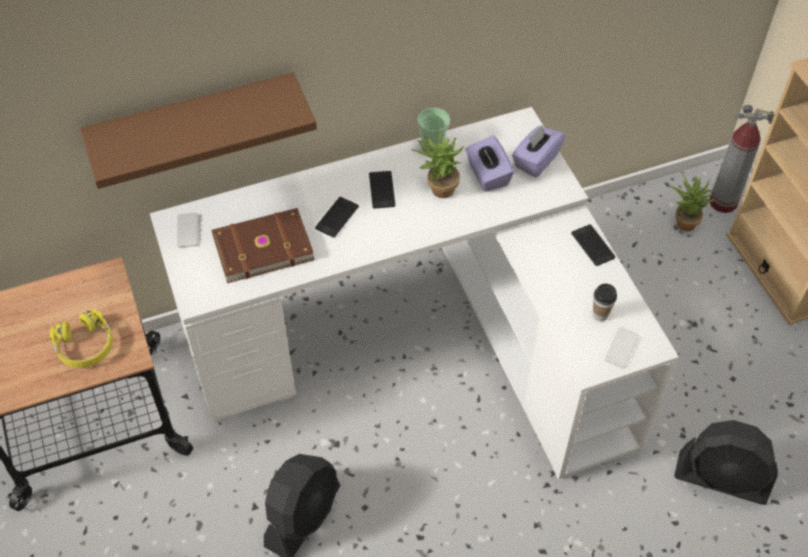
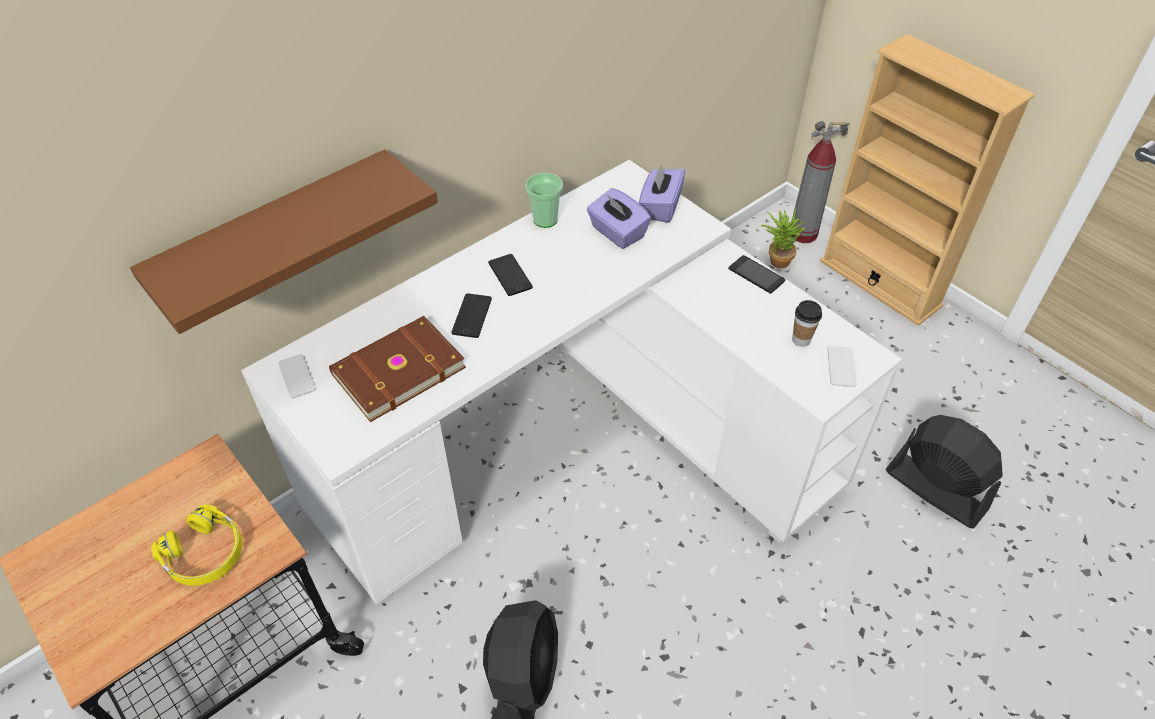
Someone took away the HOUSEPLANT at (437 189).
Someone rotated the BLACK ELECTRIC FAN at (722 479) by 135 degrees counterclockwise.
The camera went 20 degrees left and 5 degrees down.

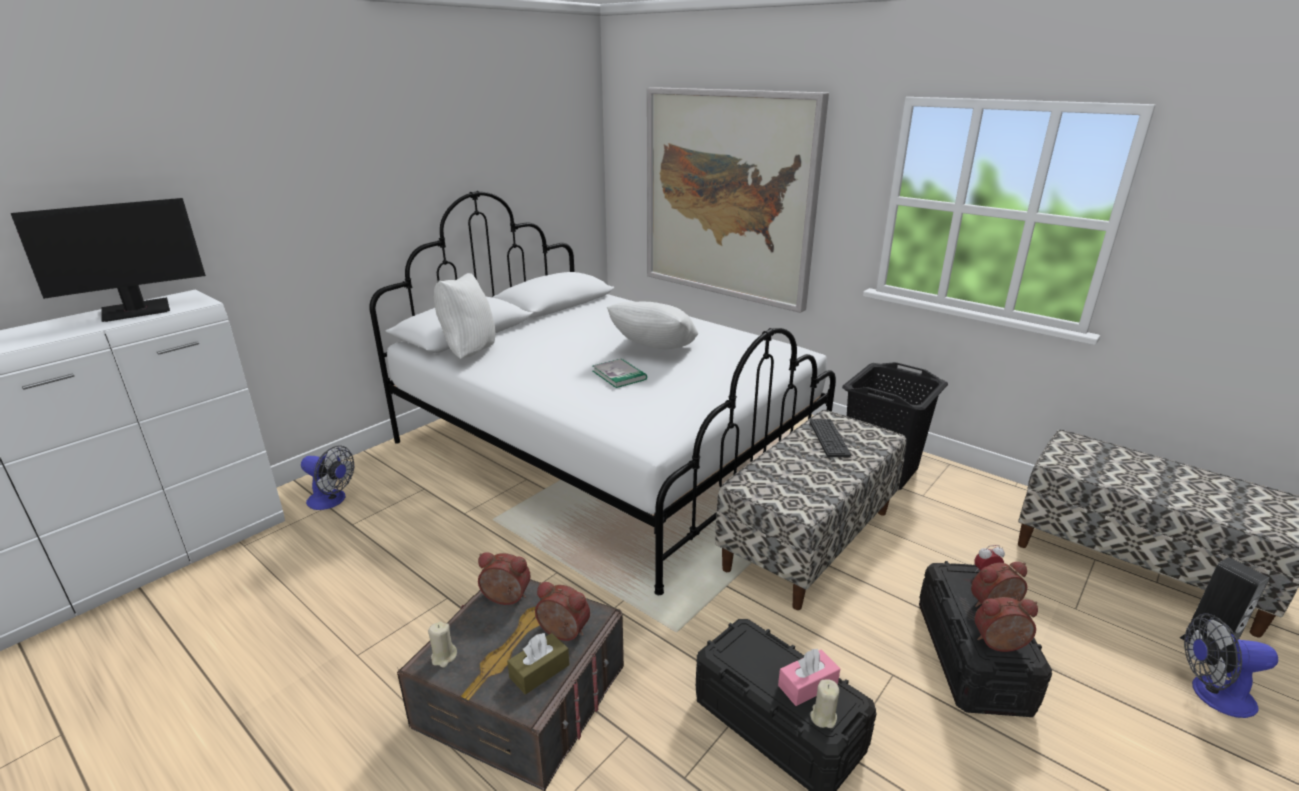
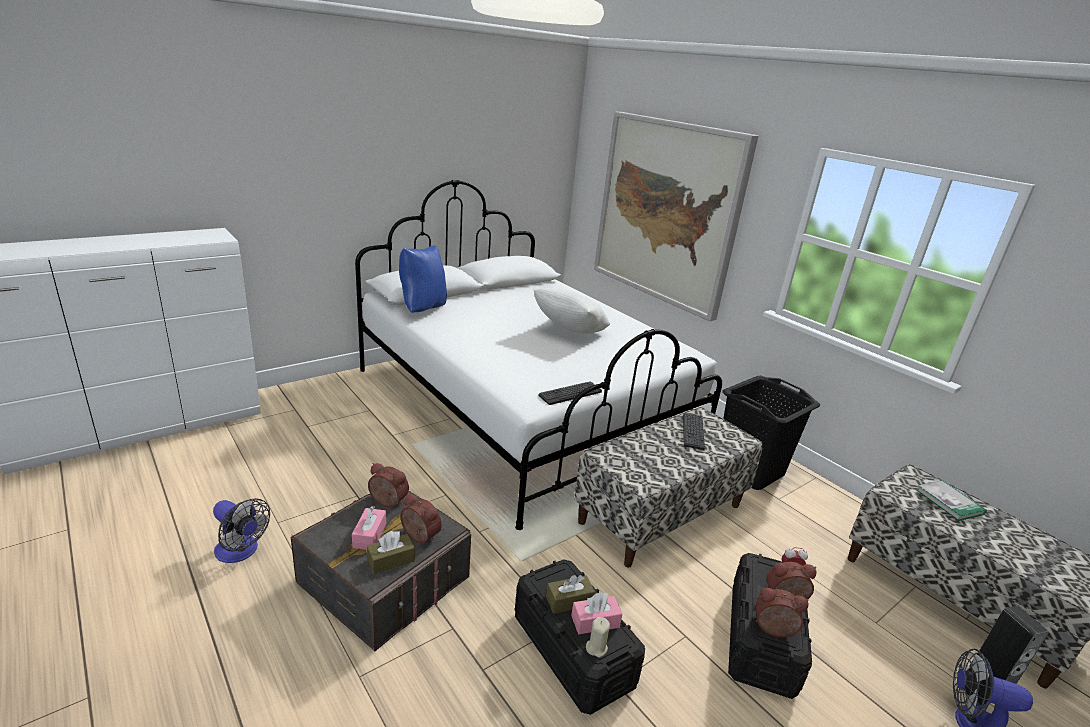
Someone took away the COMPUTER DISPLAY at (136 311).
Someone carried the ELECTRIC FAN from (332 501) to (241 552).
Someone took away the BEIGE WAX LIGHT at (444 657).
Someone repainted the WHITE-COLOURED PILLOW at (469 353), which became the BLUISH PILLOW at (422 309).
Someone carried the VOLUME from (619 375) to (949 502).
Someone put down the PINKISH TISSUE BOX at (369 535).
Someone put down the PC KEYBOARD at (570 394).
Someone put down the BROWNISH TISSUE BOX at (569 601).
The camera went 10 degrees right and 0 degrees up.

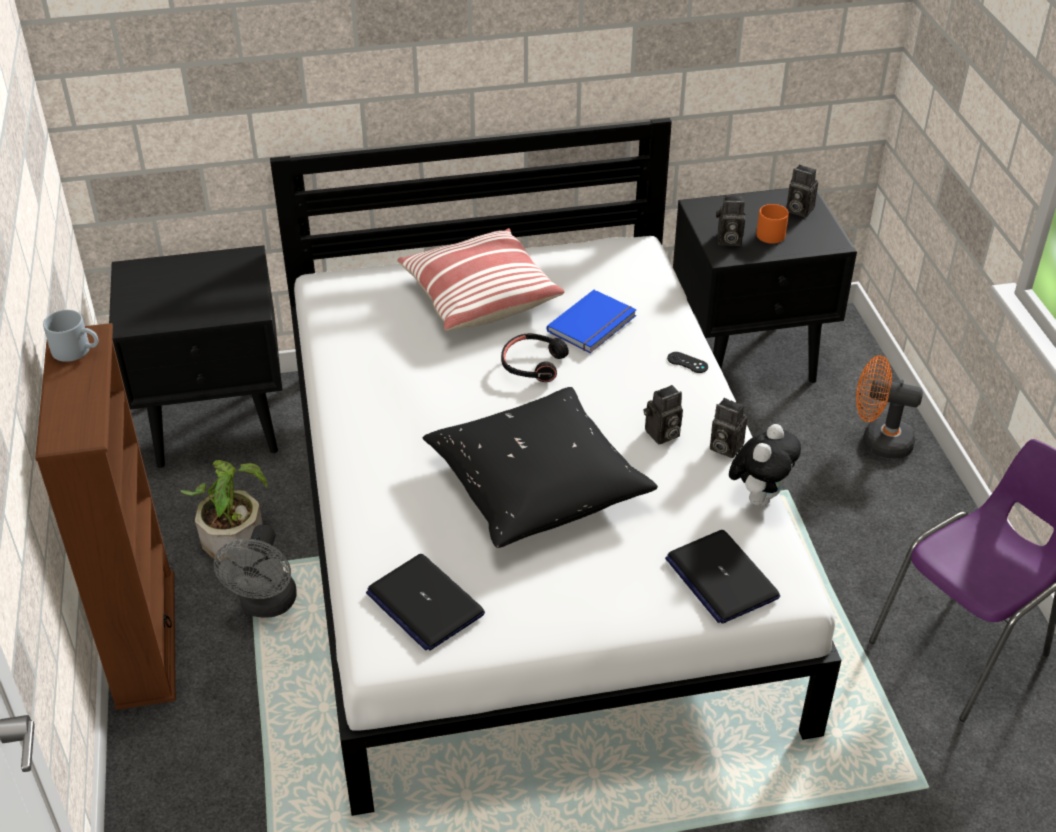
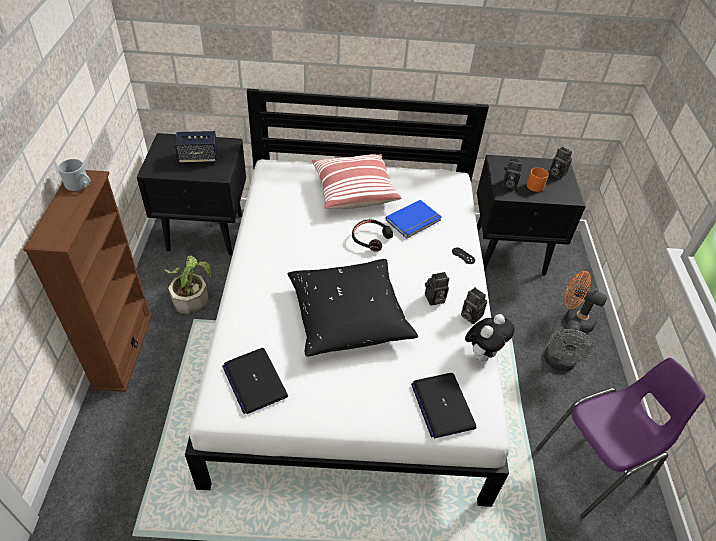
Someone carried the GREY ELECTRIC FAN from (266 605) to (559 363).
Someone put down the AUDIO SPEAKER at (198 158).
The camera went 10 degrees right and 5 degrees up.

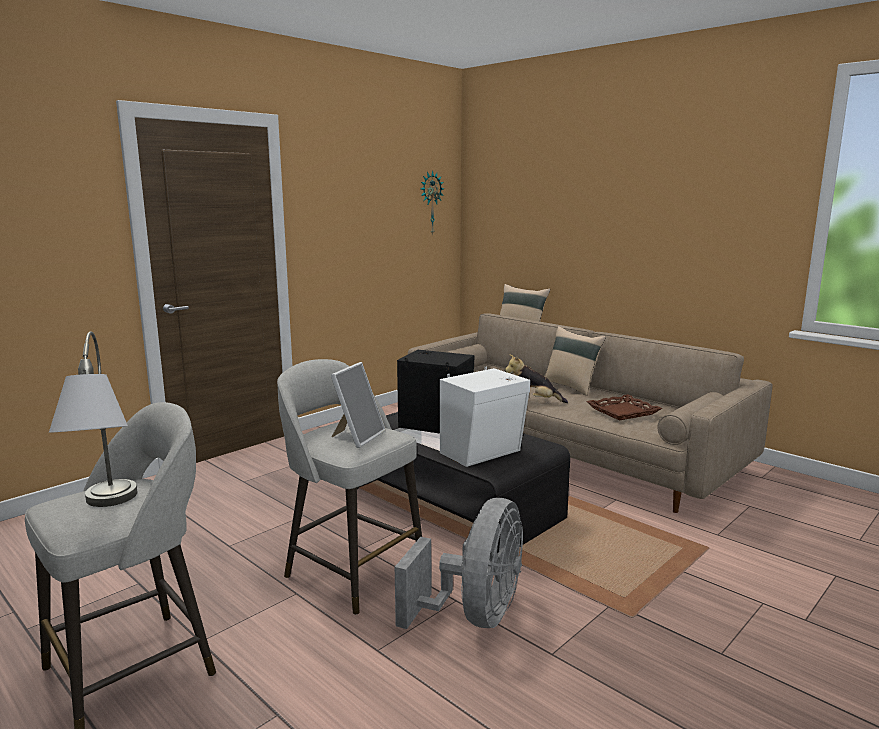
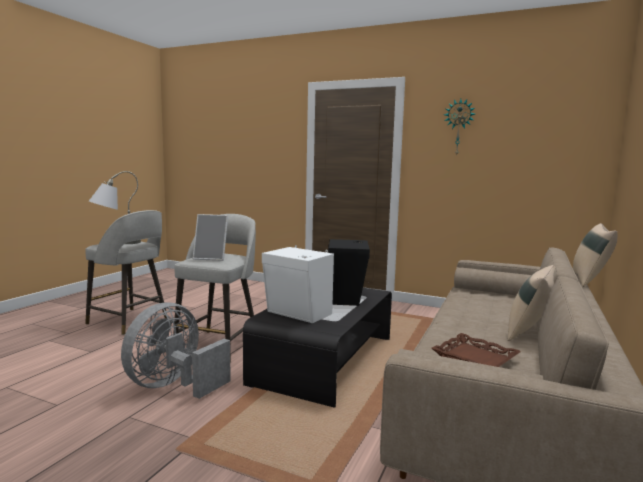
Someone rotated the GREY ELECTRIC FAN at (475 615) by 120 degrees clockwise.
Someone carried the WALL CLOCK from (430 203) to (459 127).
Someone took away the SOFT TOY at (533 401).
The camera went 70 degrees right and 5 degrees down.

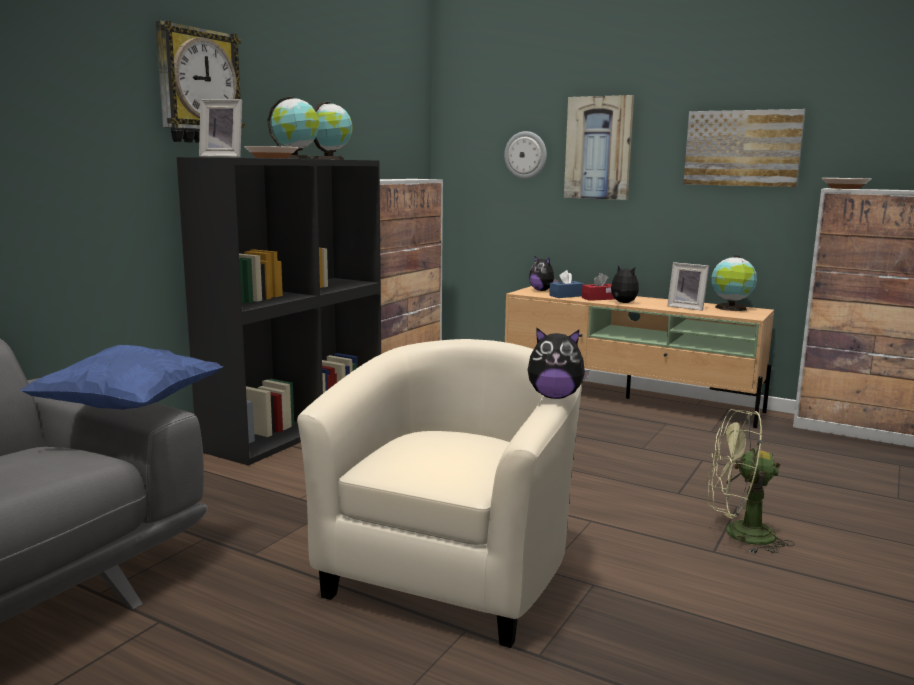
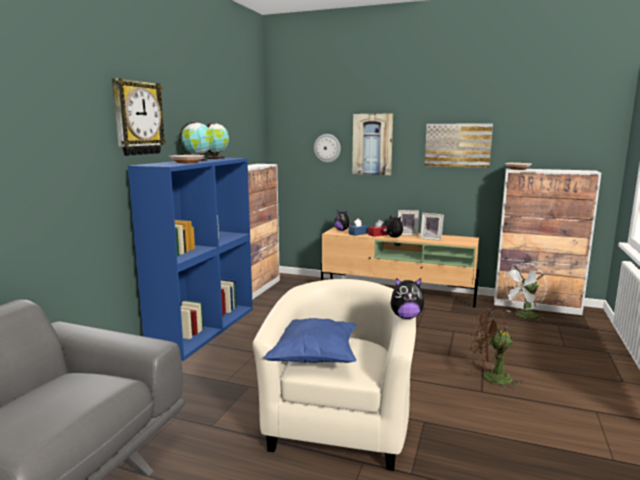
Someone carried the BLUISH PILLOW from (130 408) to (313 358).
Someone repainted the BLACK BOOKSHELF at (297 426), which became the BLUISH BOOKSHELF at (204 328).
Someone carried the PICTURE FRAME from (224 157) to (407 234).
Someone repainted the GREENISH ELECTRIC FAN at (738 534), which became the BROWNISH ELECTRIC FAN at (491 378).
Someone took away the DESK GLOBE at (731 308).
Someone put down the WHITE-COLOURED ELECTRIC FAN at (523 316).
The camera went 10 degrees left and 0 degrees up.

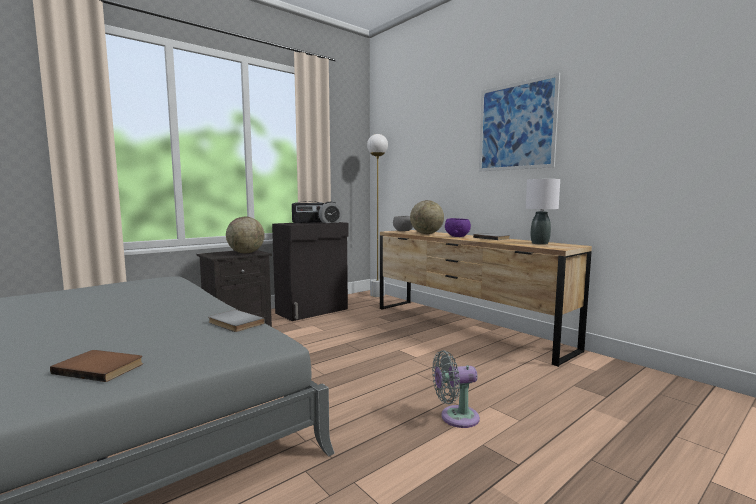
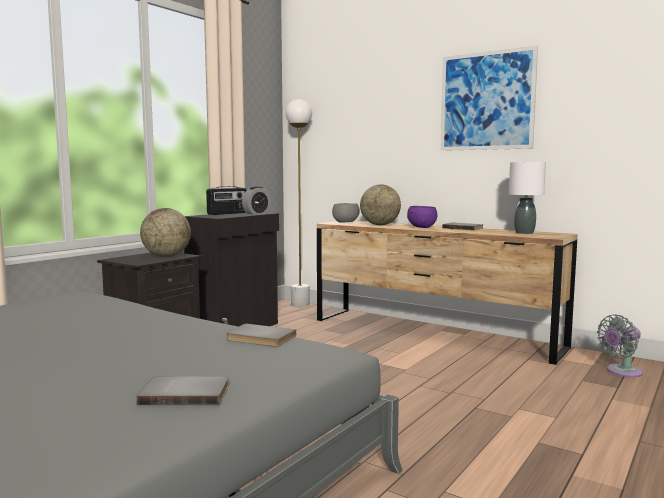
Someone repainted the BROWNISH VOLUME at (101 367), which became the GREY VOLUME at (186 393).
Someone carried the GREY ELECTRIC FAN from (455 417) to (621 372).
The camera went 15 degrees left and 0 degrees up.

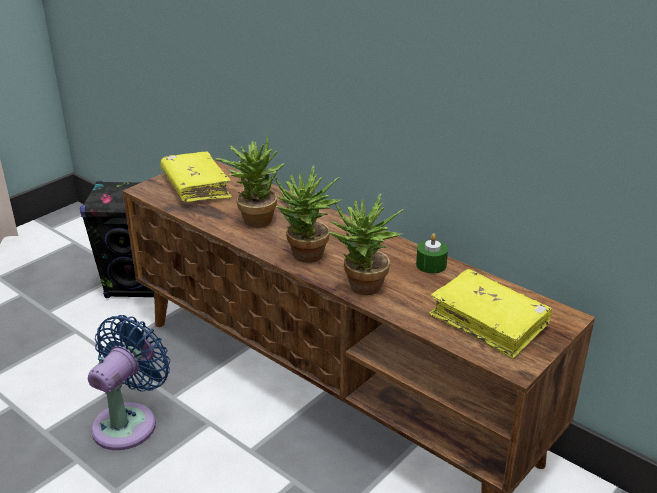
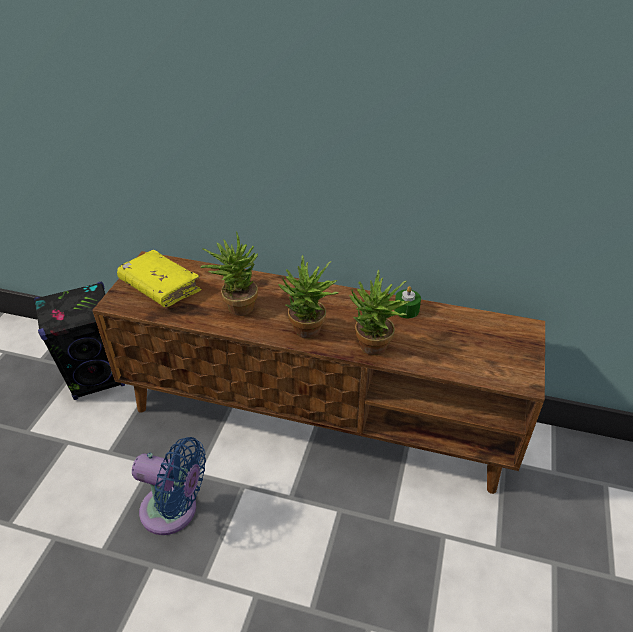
Someone rotated the BLUISH ELECTRIC FAN at (129 422) by 105 degrees clockwise.
Someone took away the YELLOWISH VOLUME at (488 322).
The camera went 25 degrees left and 10 degrees up.

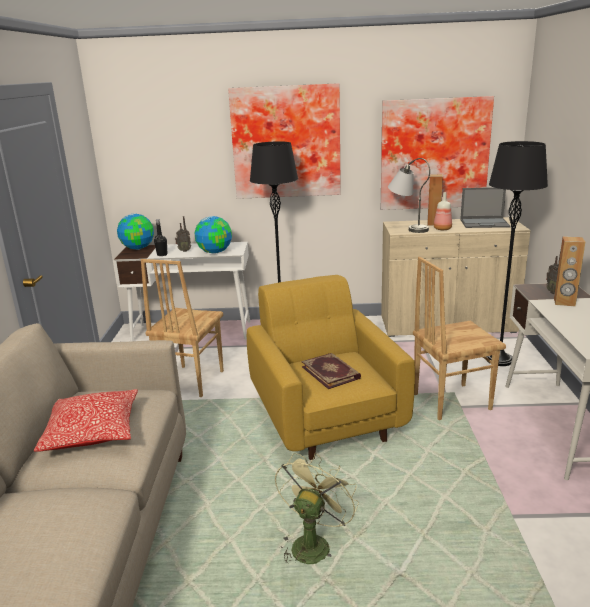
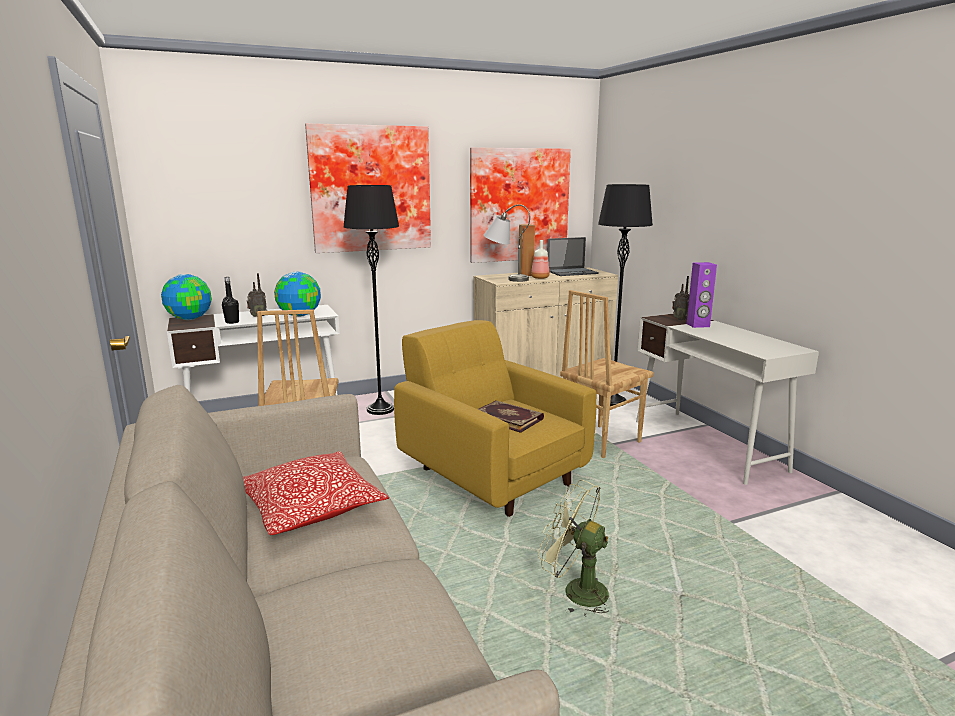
Someone rotated the GREENISH ELECTRIC FAN at (312 543) by 60 degrees counterclockwise.
Someone repainted the BROWNISH AUDIO SPEAKER at (564 302), which became the PURPLE-COLOURED AUDIO SPEAKER at (698 325).
The camera went 25 degrees left and 5 degrees down.

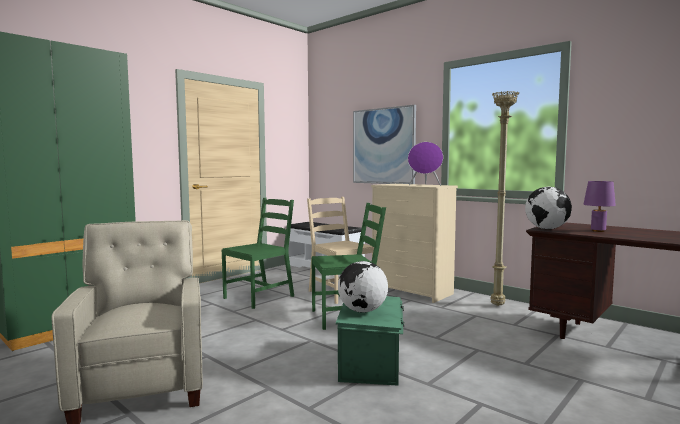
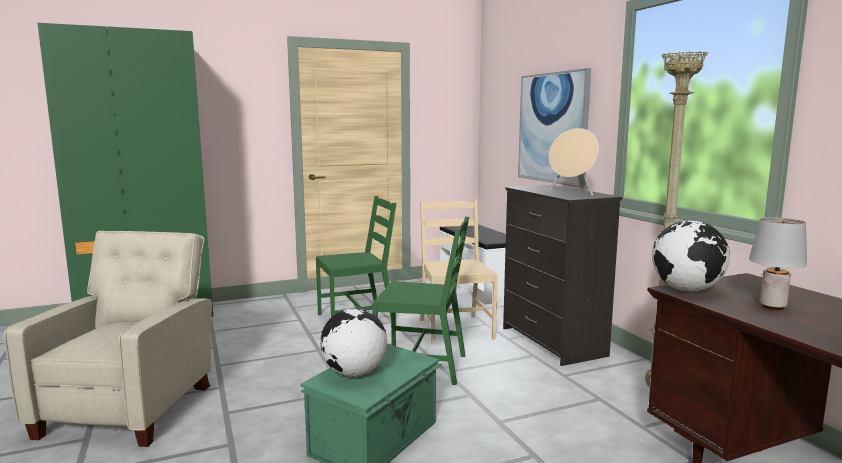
Someone repainted the BEIGE CHEST OF DRAWERS at (412 291), which became the BLACK CHEST OF DRAWERS at (553 342).
Someone repainted the PURPLE-COLOURED AUDIO SPEAKER at (425 185), which became the BEIGE AUDIO SPEAKER at (572 193).
Someone repainted the PURPLE-COLOURED TABLE LAMP at (598 231), which became the GREY TABLE LAMP at (772 307).
The camera went 25 degrees right and 5 degrees up.

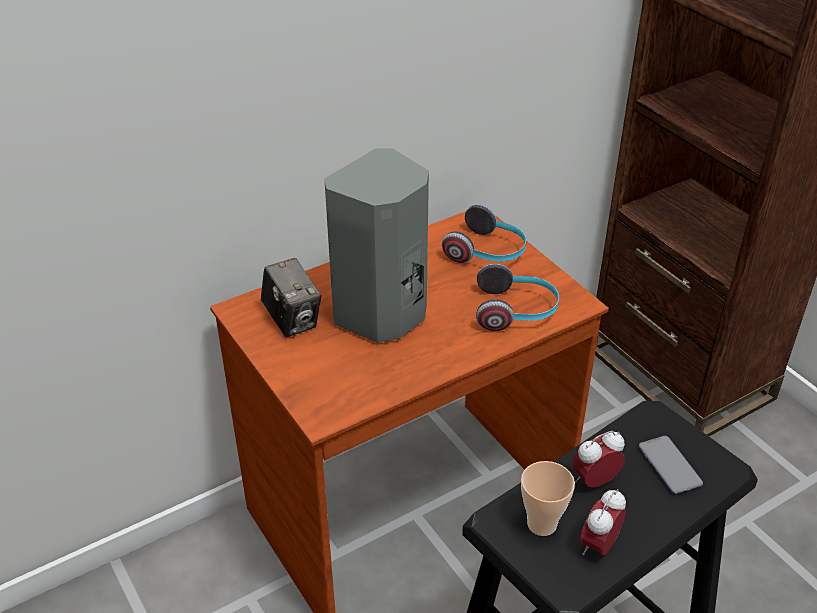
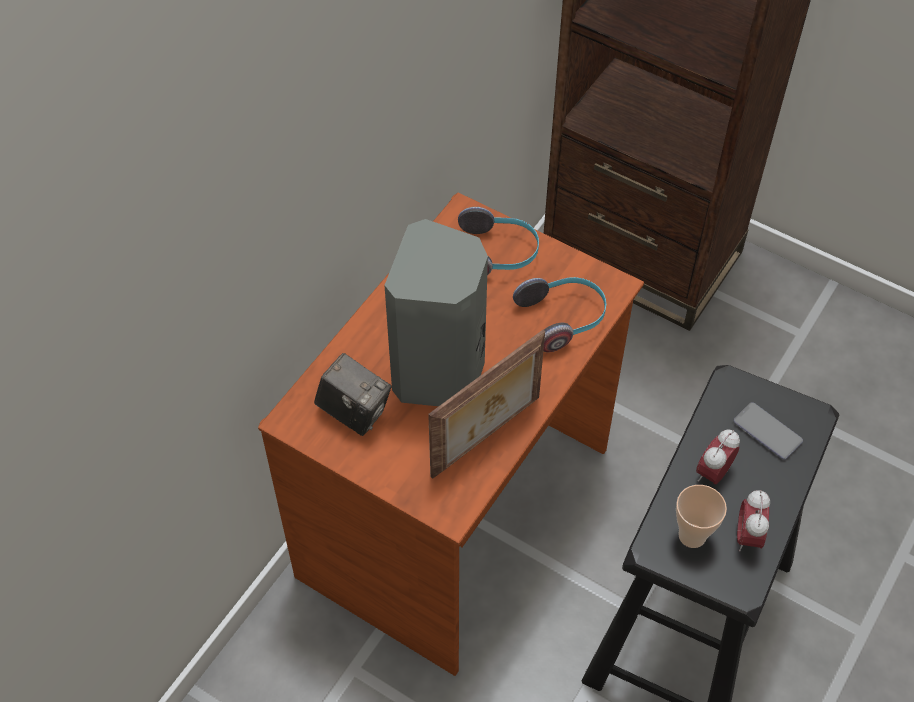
Someone put down the PICTURE FRAME at (487 438).
The camera went 25 degrees left and 15 degrees up.

